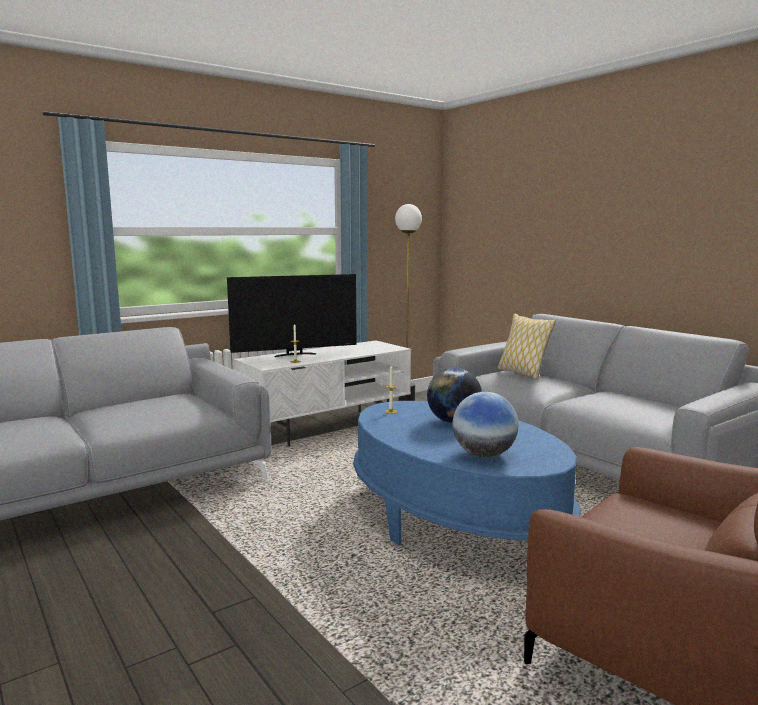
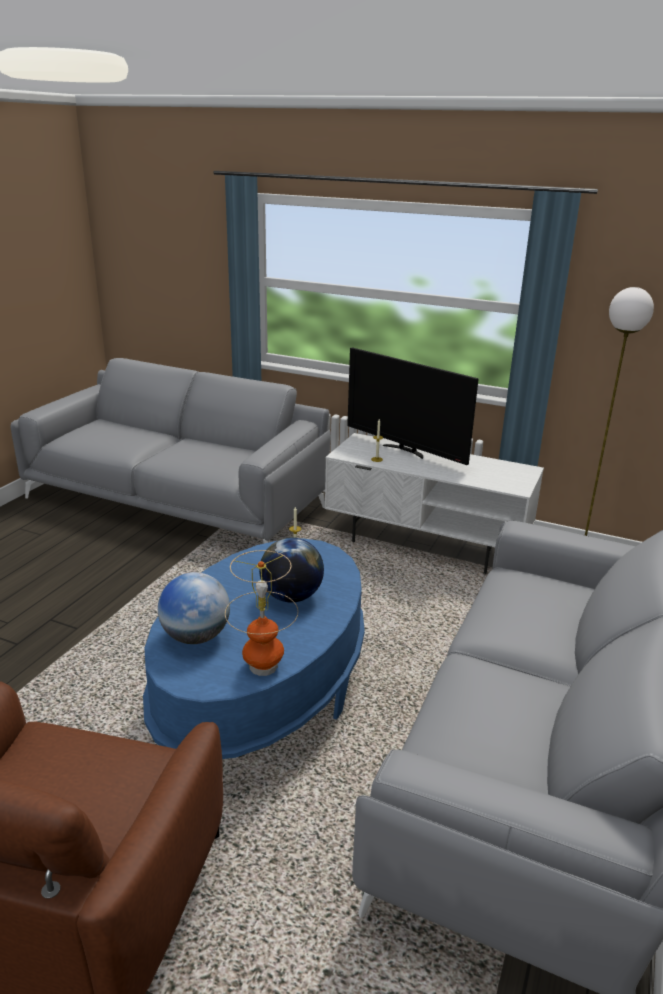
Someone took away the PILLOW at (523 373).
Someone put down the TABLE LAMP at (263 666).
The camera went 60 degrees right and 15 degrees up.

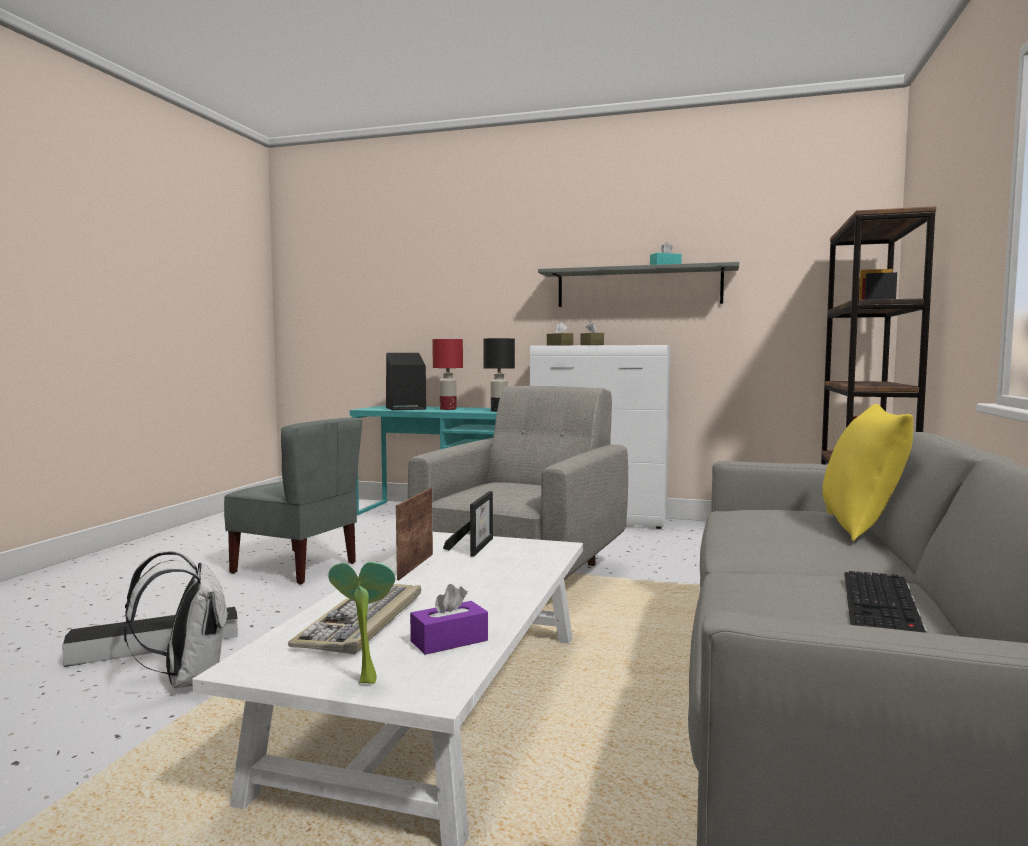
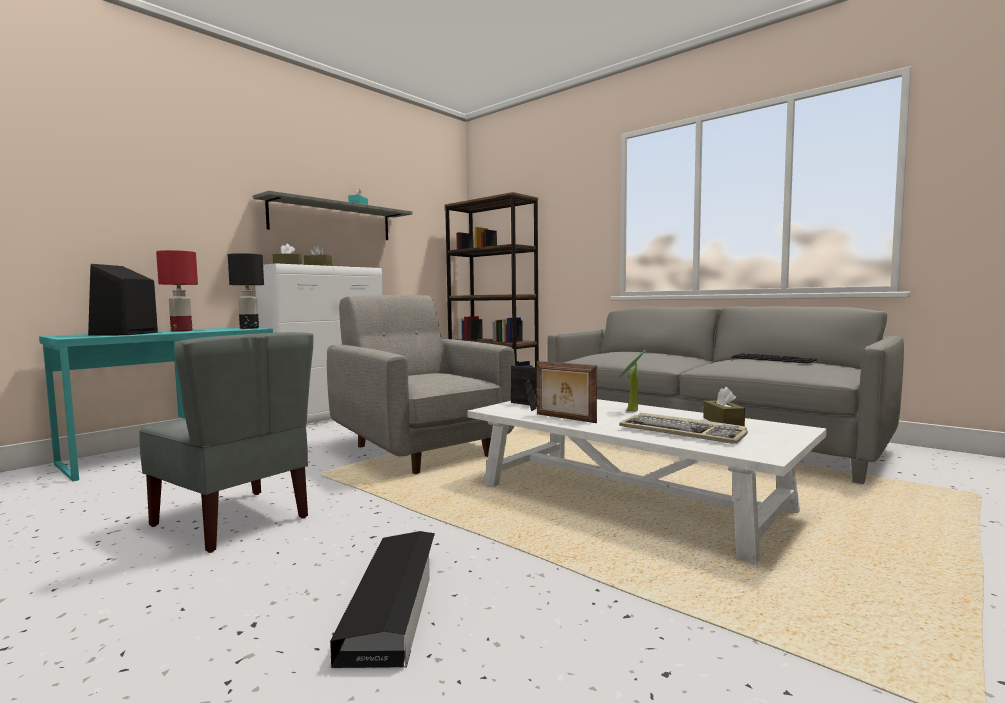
Someone took away the WHITE-COLOURED KNAPSACK at (187 679).
Someone rotated the GREY CHAIR at (296 567) by 75 degrees clockwise.
Someone carried the HOUSEPLANT from (365 679) to (630 411).
Someone repainted the PURPLE-COLOURED TISSUE BOX at (449 641), which became the BROWNISH TISSUE BOX at (723 422).
Someone took away the YELLOWISH PILLOW at (861 528).
The camera went 65 degrees left and 0 degrees up.

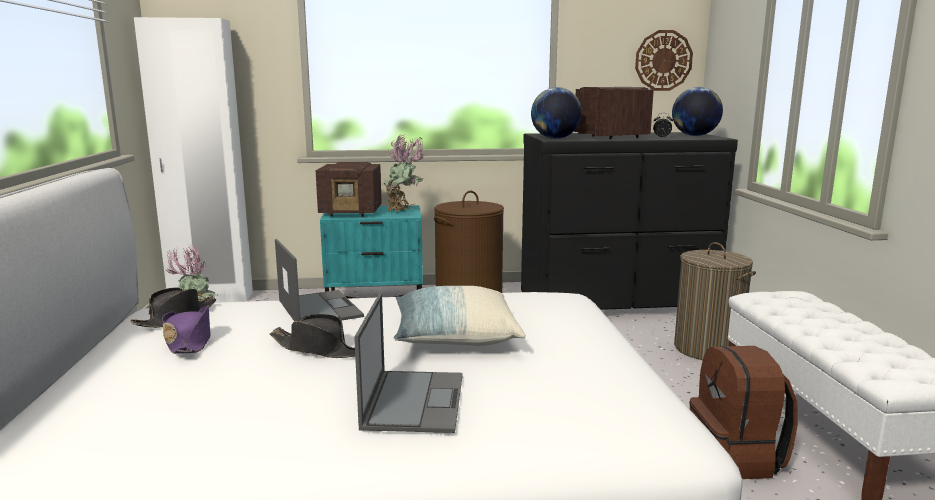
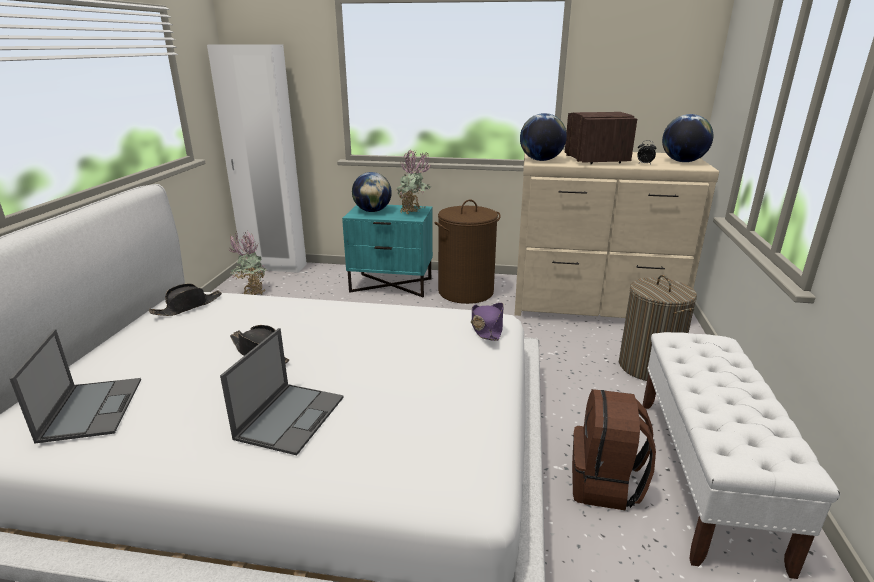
Someone carried the PURPLE-COLOURED HAT from (189 341) to (487 327).
Someone carried the PORTABLE COMPUTER from (319 308) to (92 408).
Someone swapped the RADIO RECEIVER at (352 212) for the DESK GLOBE at (372 211).
Someone took away the PILLOW at (454 337).
Someone repainted the BLACK CHEST OF DRAWERS at (617 301), which became the BEIGE CHEST OF DRAWERS at (594 305).
Someone took away the WALL CLOCK at (663 60).
The camera went 15 degrees right and 10 degrees up.

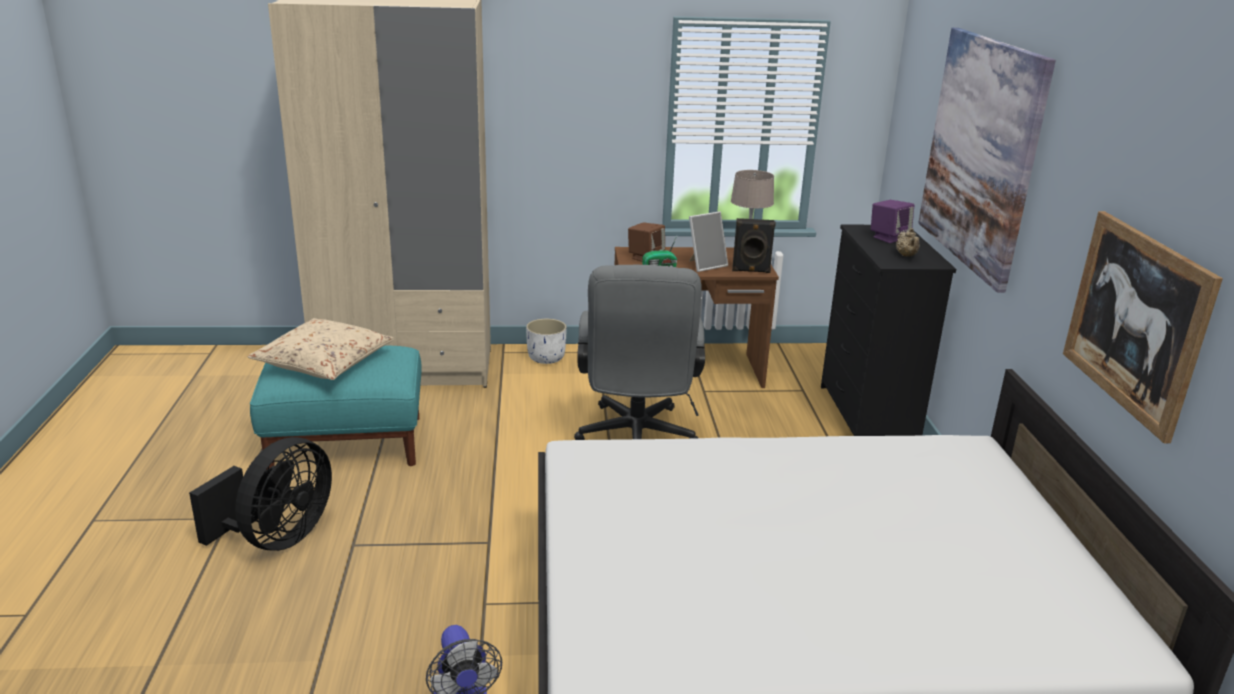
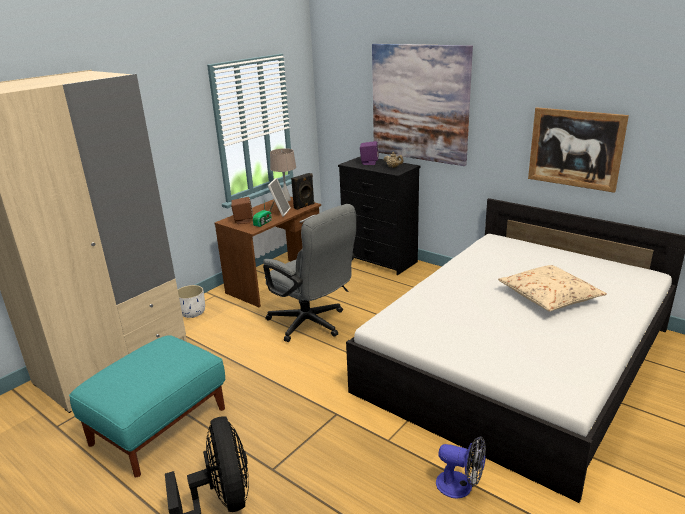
Someone carried the BEIGE PILLOW from (324 362) to (549 296).
The camera went 45 degrees left and 0 degrees up.

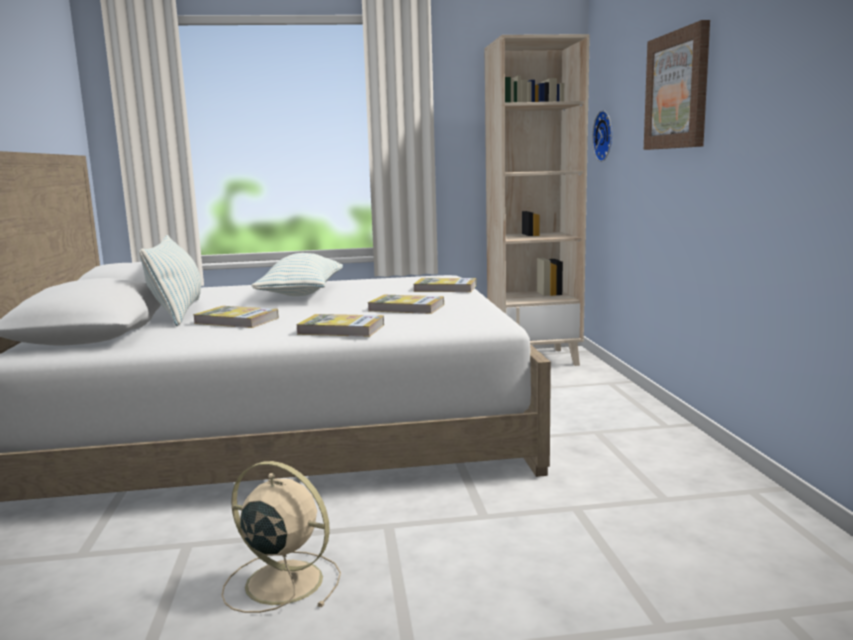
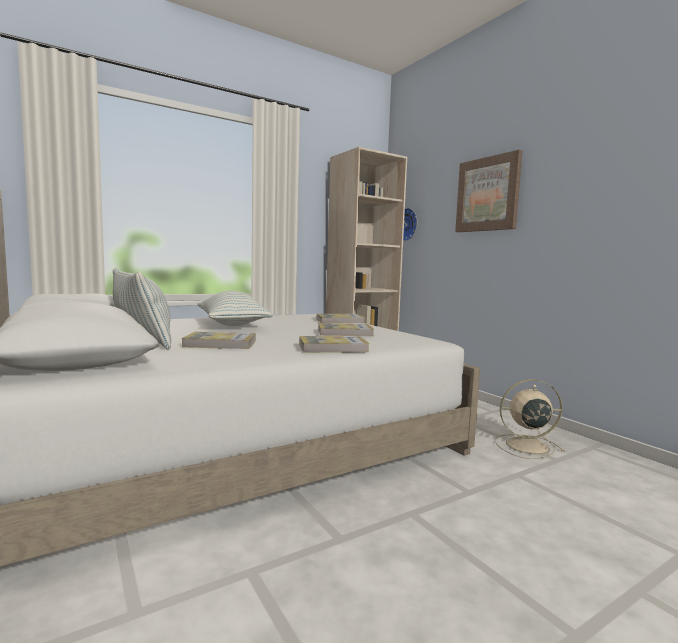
Someone carried the BEIGE ELECTRIC FAN from (281 581) to (525 446).
The camera went 25 degrees left and 5 degrees down.

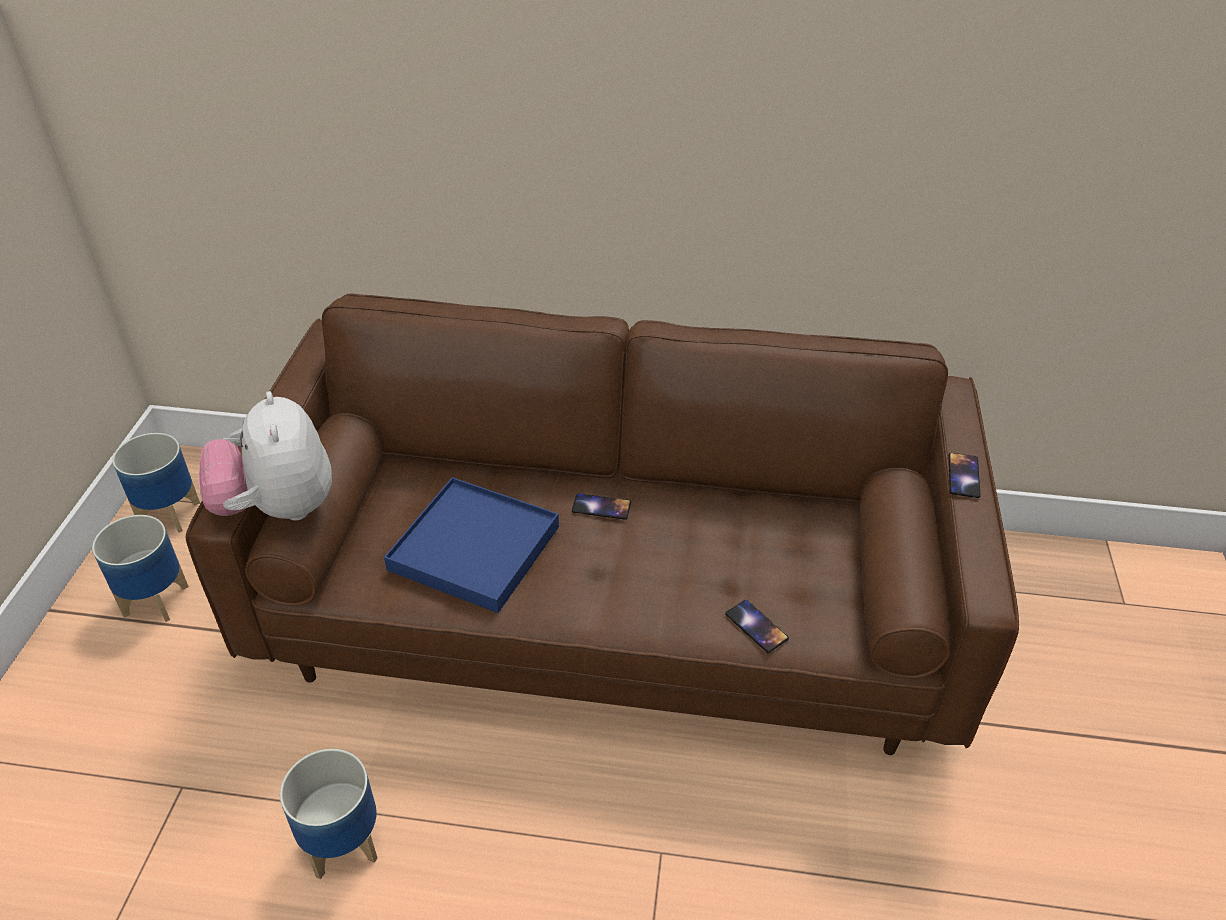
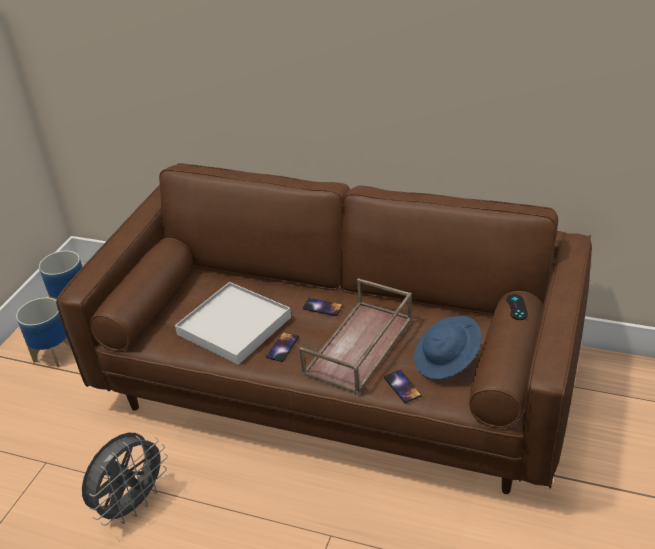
Someone took away the SOFT TOY at (278 508).
Someone swapped the PLANTER at (343 842) for the GREY ELECTRIC FAN at (132 505).
Someone repainted the BLUISH TRAY at (475 548), which became the WHITE-COLOURED TRAY at (234 326).
Someone carried the TELEPHONE from (963 475) to (282 347).
Someone put down the BROWNISH TRAY at (359 347).
Someone put down the BLUISH HAT at (447 361).
Someone put down the BLACK GAMEPAD at (517 307).
The camera went 15 degrees right and 5 degrees down.

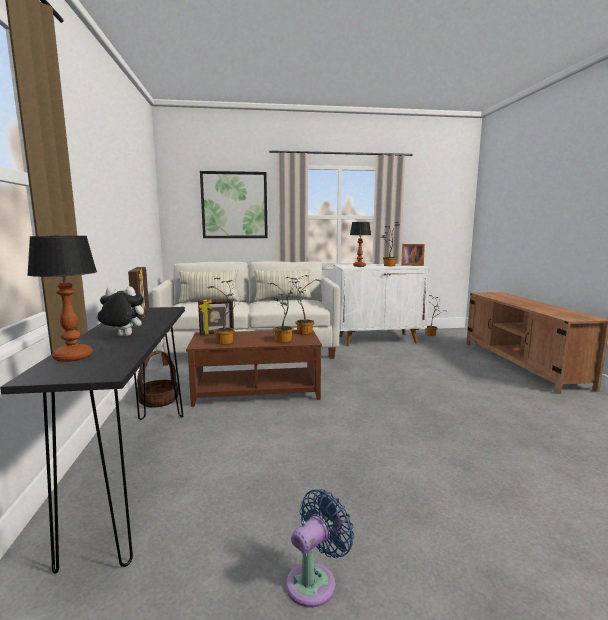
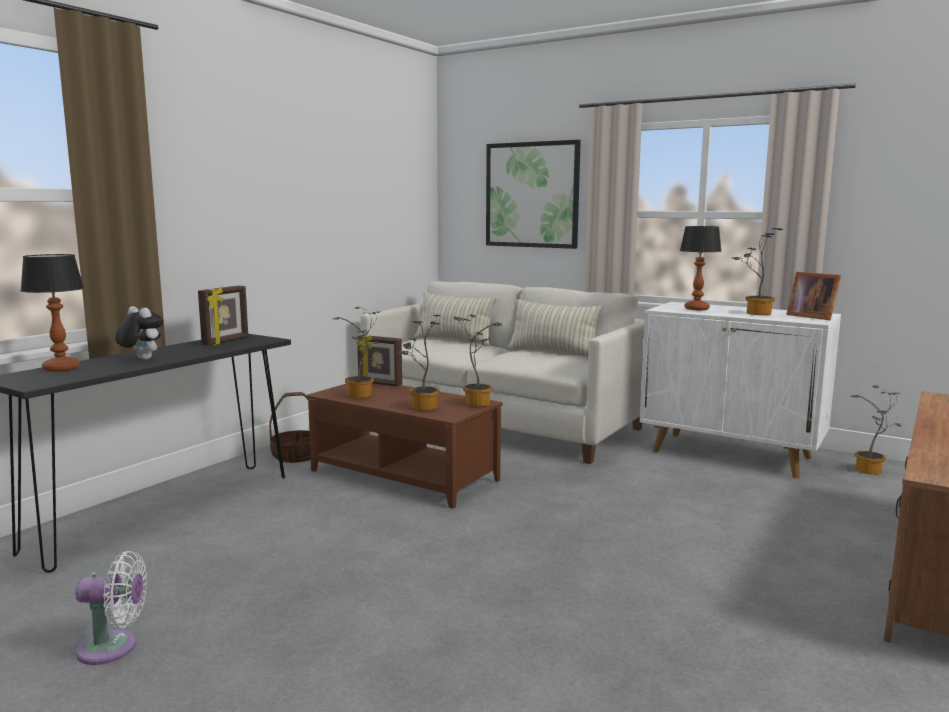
Someone repainted the BLUISH ELECTRIC FAN at (315 581), which became the WHITE-COLOURED ELECTRIC FAN at (114 648).
The camera went 40 degrees right and 0 degrees up.

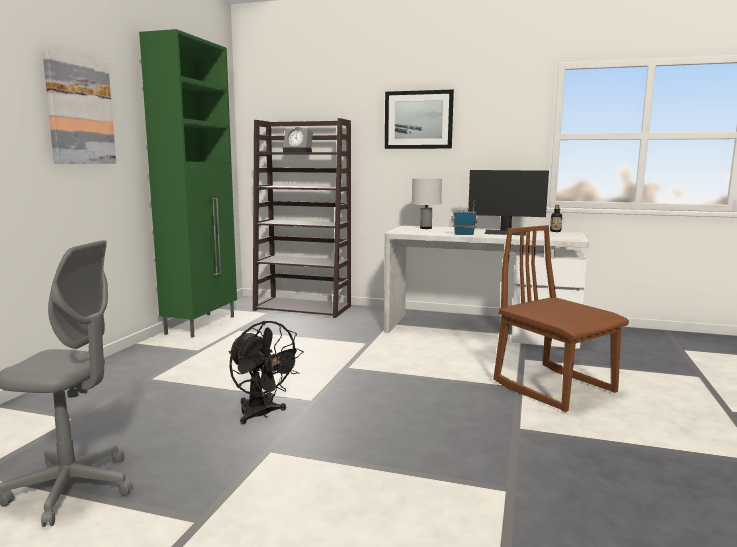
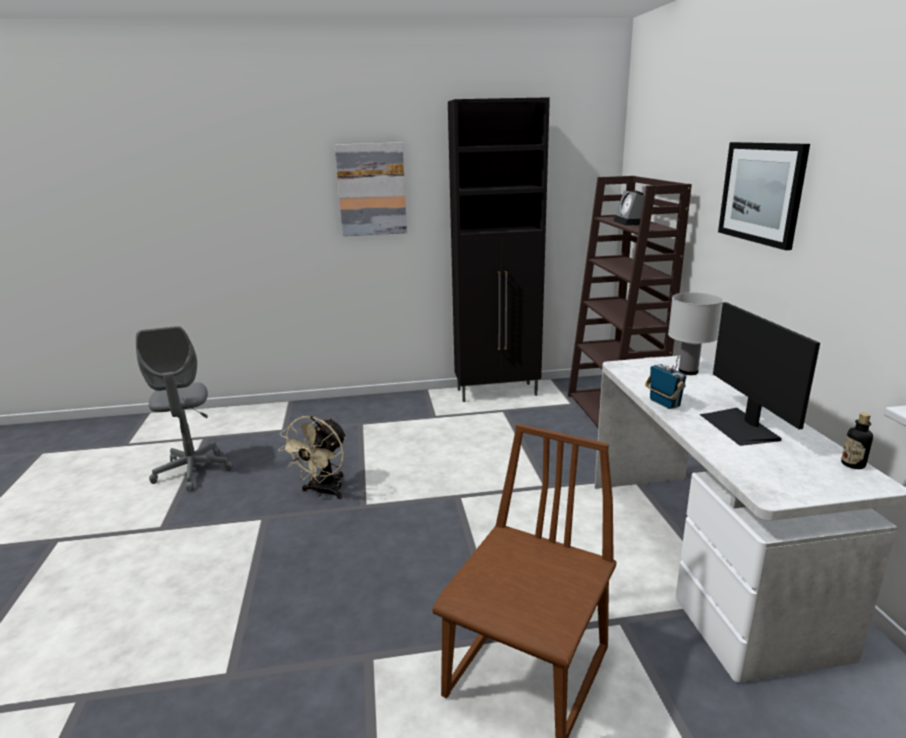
Someone repainted the GREENISH CUPBOARD at (202 325), which became the BLACK CUPBOARD at (498 392).
Someone repainted the BLACK ELECTRIC FAN at (261 414), which became the BEIGE ELECTRIC FAN at (323 492).
The camera went 65 degrees right and 10 degrees up.

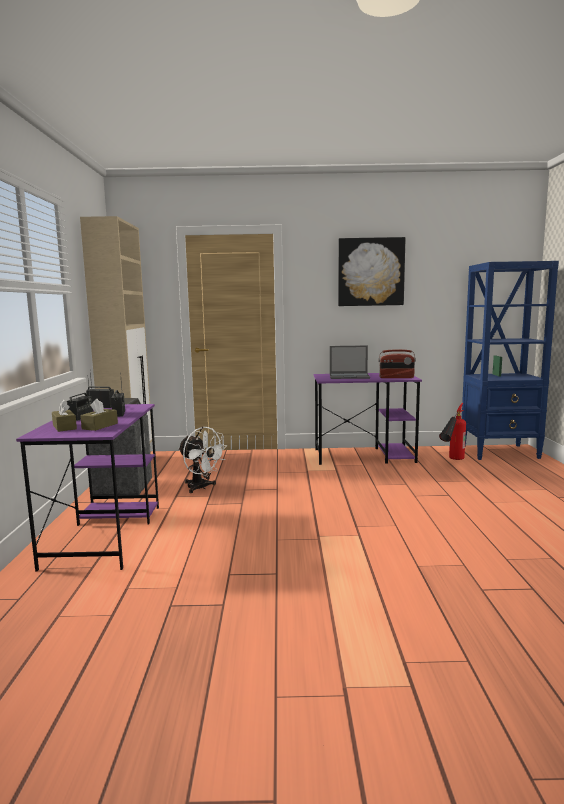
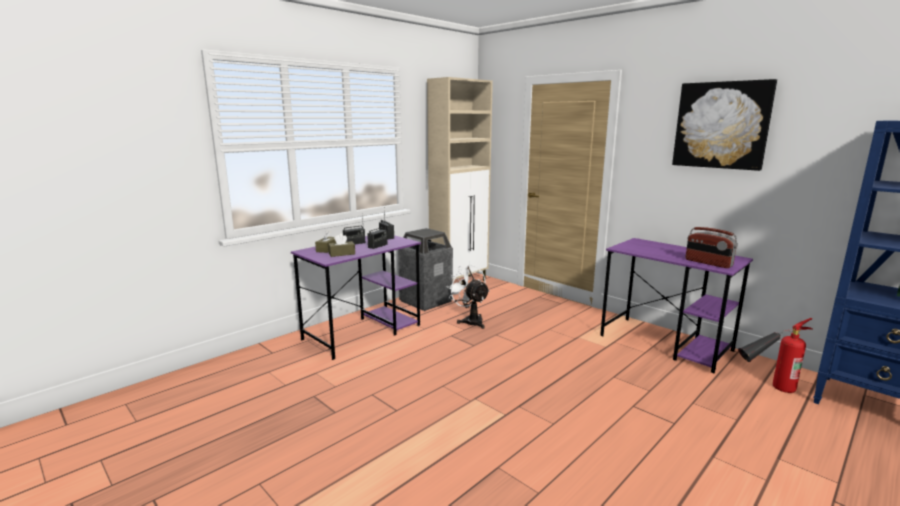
Someone rotated the WHITE-COLOURED ELECTRIC FAN at (201 488) by 150 degrees clockwise.
Someone took away the PORTABLE COMPUTER at (349 376).
The camera went 45 degrees right and 5 degrees up.

